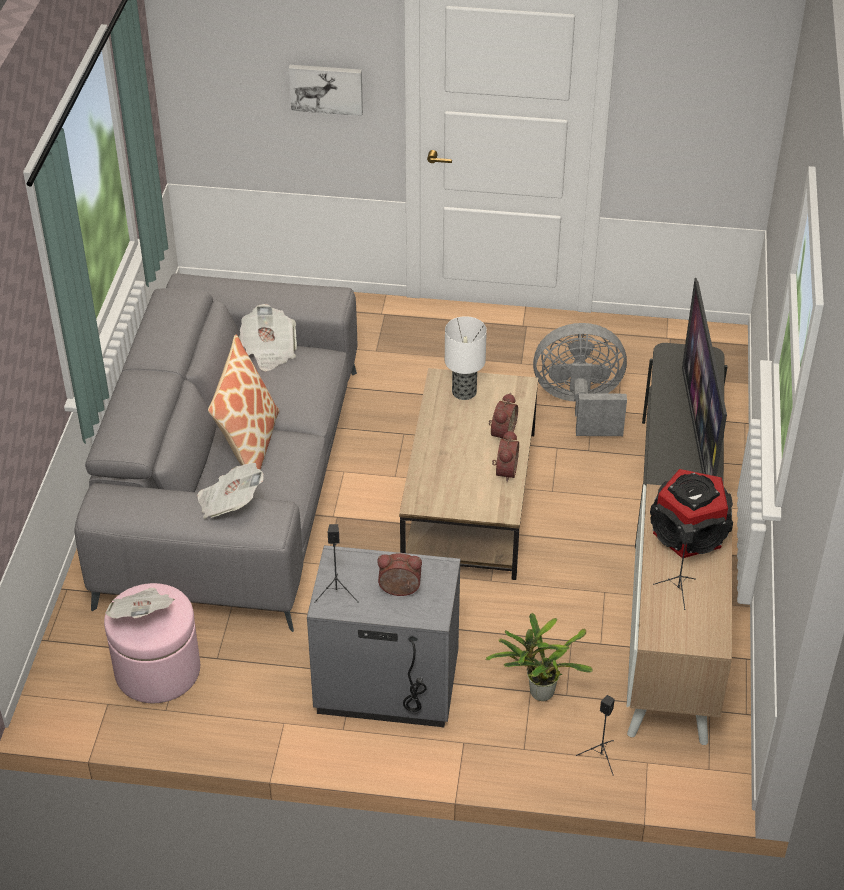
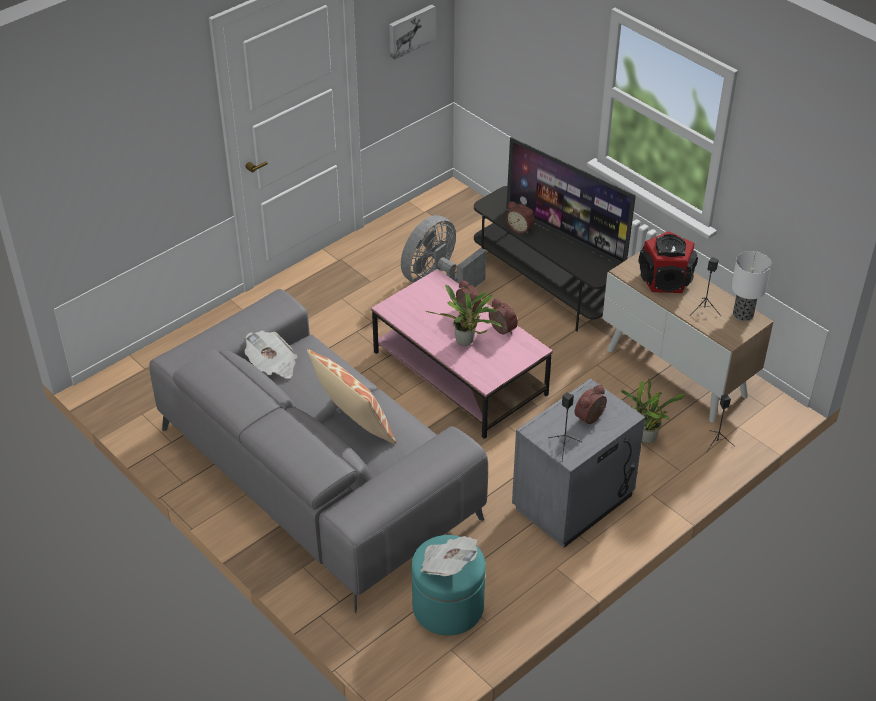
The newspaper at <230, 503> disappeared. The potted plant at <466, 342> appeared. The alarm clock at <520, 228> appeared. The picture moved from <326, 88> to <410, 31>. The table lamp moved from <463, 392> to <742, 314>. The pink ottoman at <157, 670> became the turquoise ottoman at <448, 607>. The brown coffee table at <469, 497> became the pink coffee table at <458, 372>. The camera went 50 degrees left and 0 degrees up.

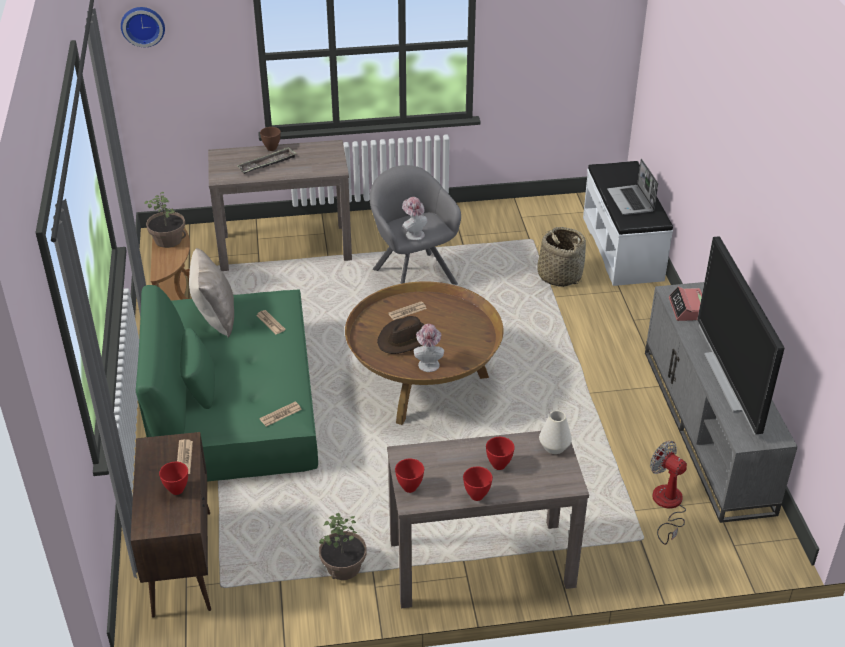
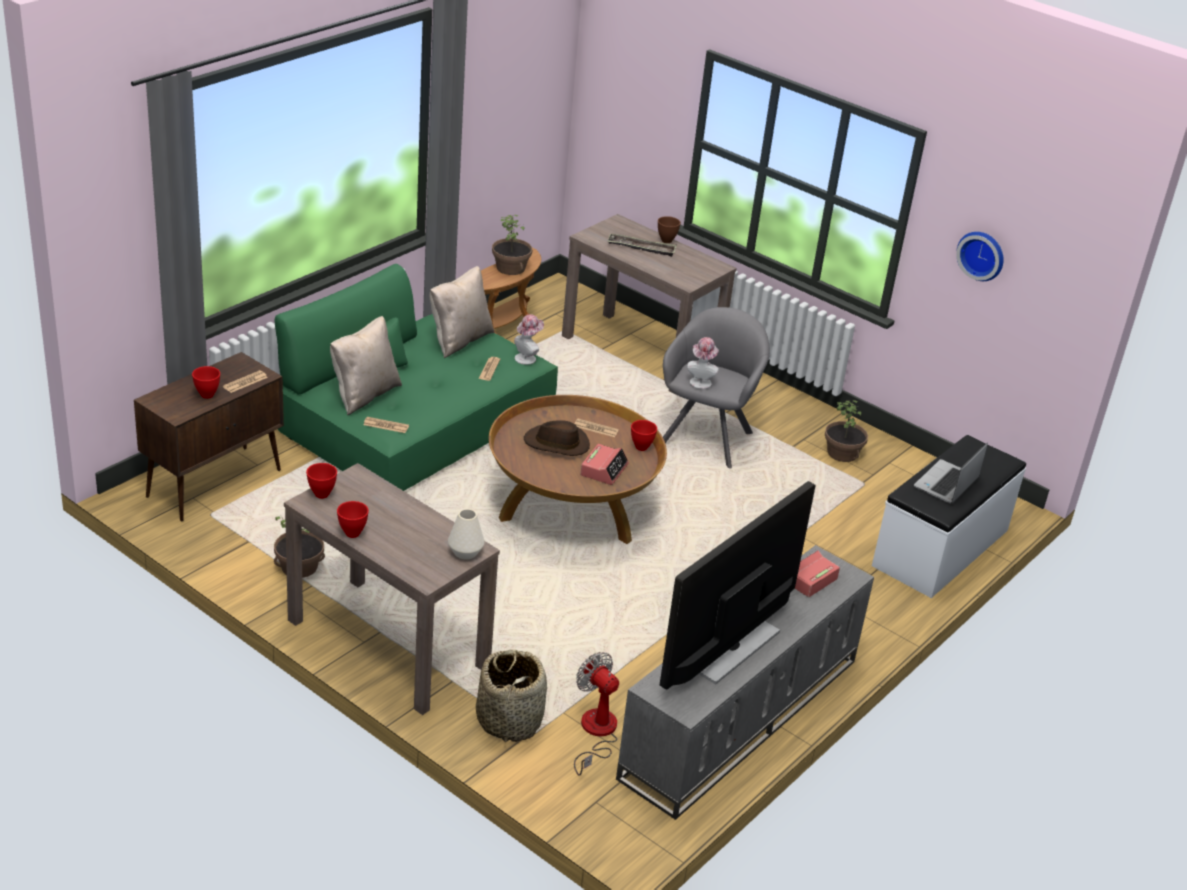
The beige pillow at <364, 395> appeared. The alarm clock at <604, 469> appeared. The potted plant at <842, 453> appeared. The wall clock moved from <143, 25> to <982, 255>. The hat moved from <428, 363> to <527, 357>. The red bowl moved from <499, 465> to <641, 448>. The basket moved from <559, 275> to <509, 720>. The fan at <667, 506> turned 45 degrees counterclockwise. The camera went 45 degrees right and 5 degrees down.

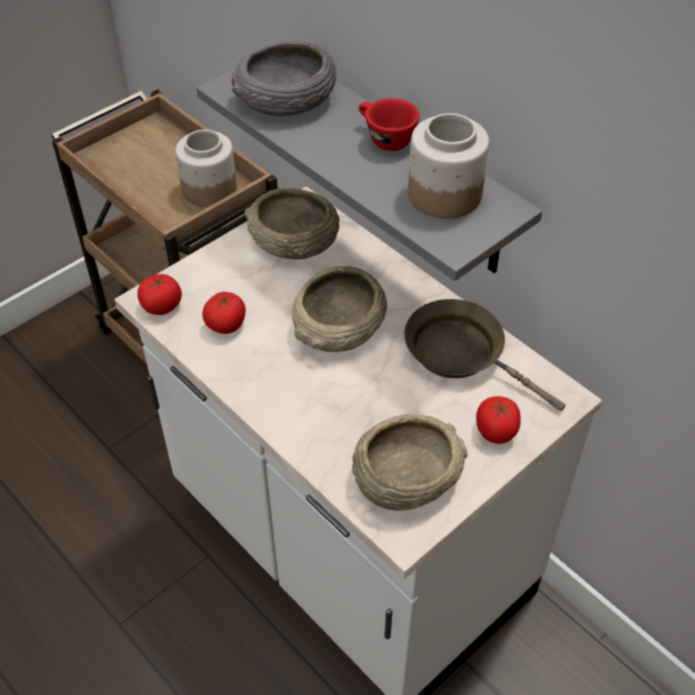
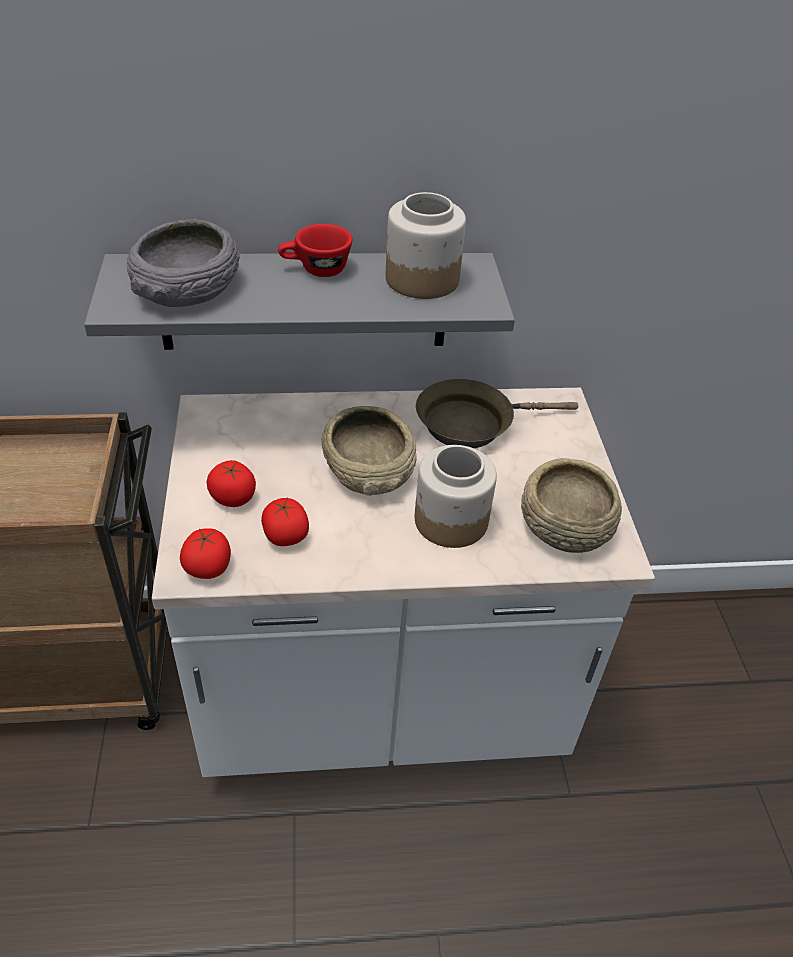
The beige bowl at <293, 240> disappeared. The jar moved from <208, 189> to <450, 521>. The tomato moved from <496, 431> to <233, 497>. The camera went 55 degrees left and 5 degrees down.

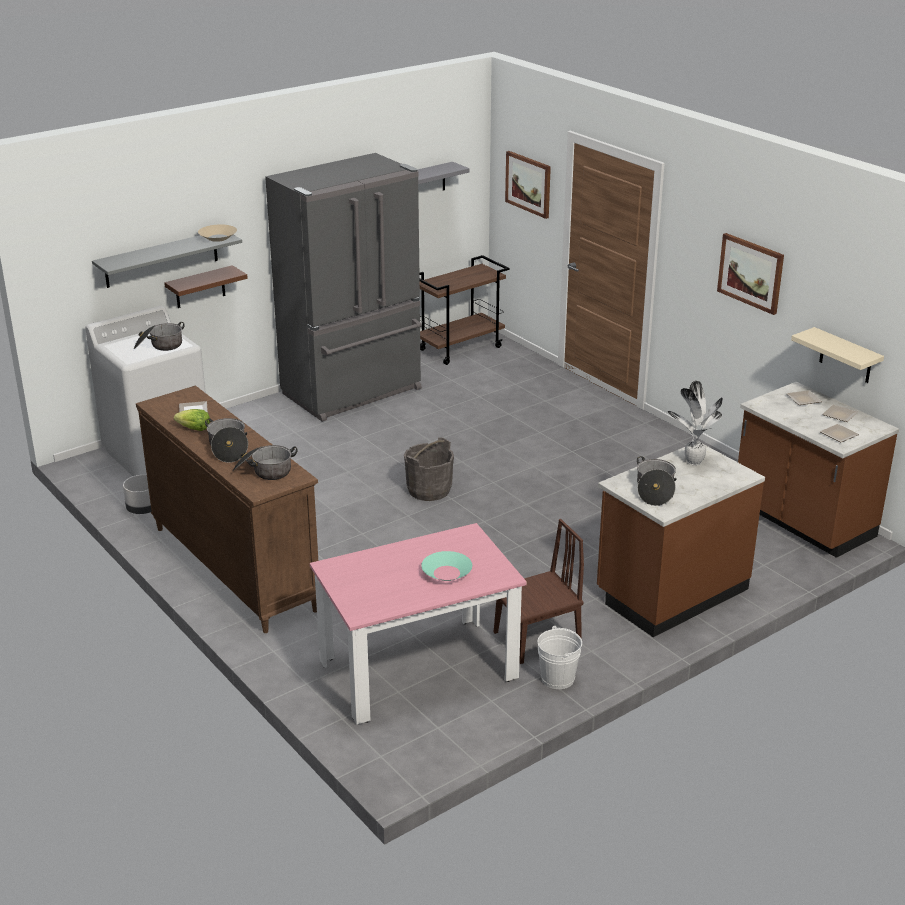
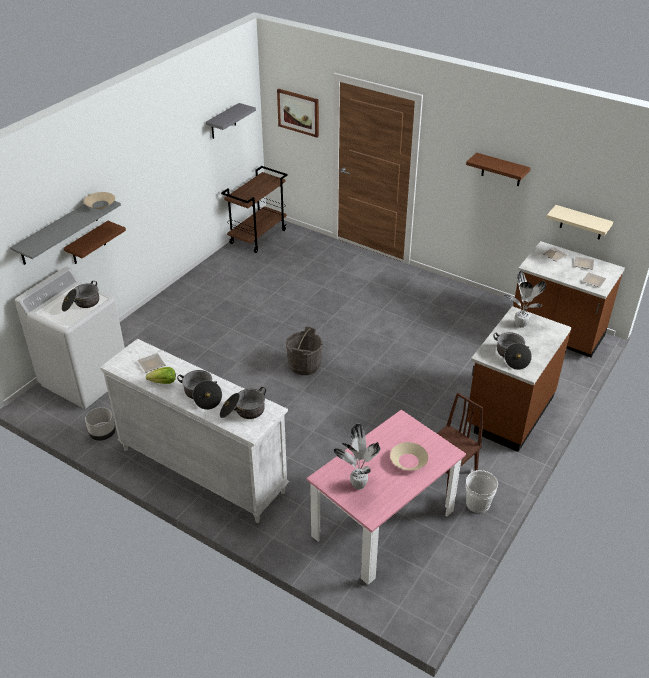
The grey fridge at <354, 392> disappeared. The potted plant at <357, 485> appeared. The picture at <751, 273> was replaced by the brown shelf at <501, 170>. The brown dresser at <233, 567> became the white dresser at <202, 469>. The turquoise bowl at <446, 573> became the beige bowl at <408, 461>. The camera went 20 degrees left and 10 degrees up.

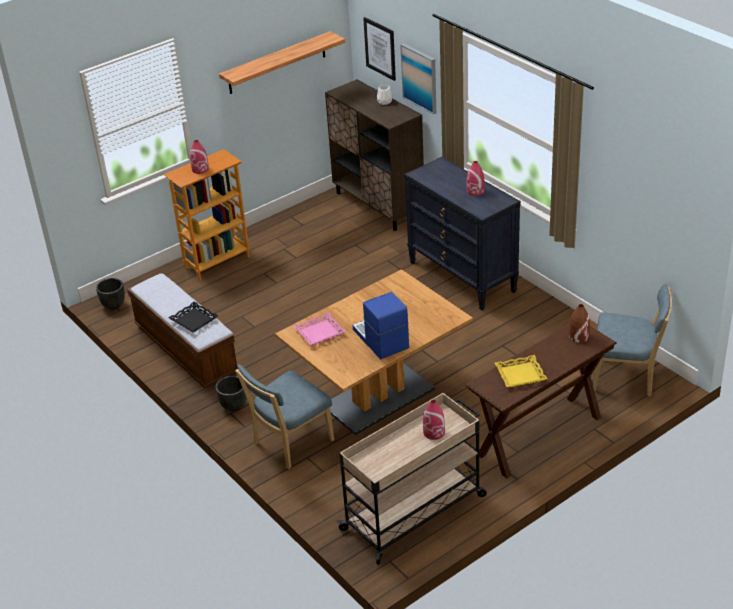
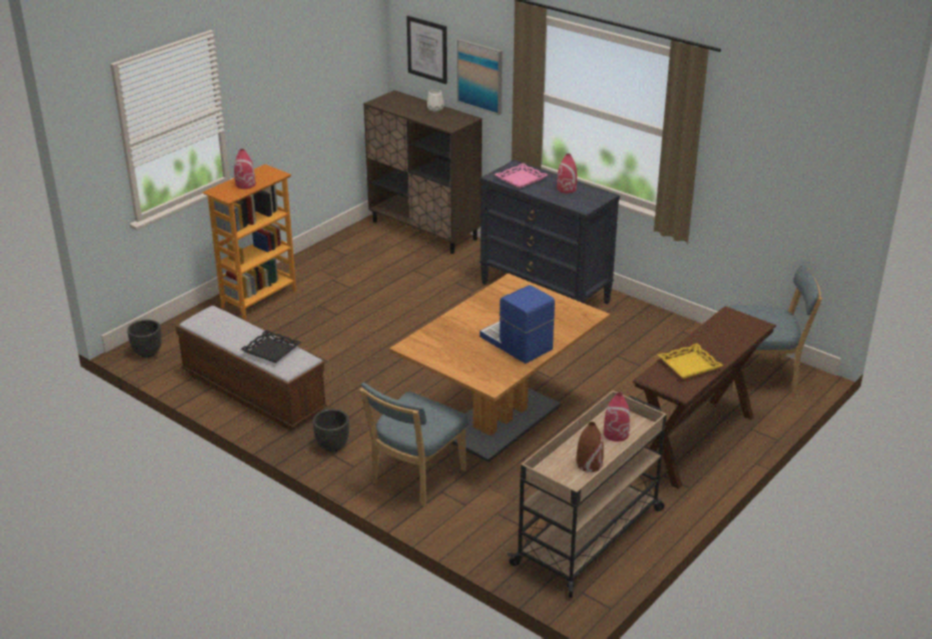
The shelf at <277, 63> disappeared. The pink tray moved from <320, 333> to <521, 179>. The brown vase moved from <578, 336> to <589, 464>. The camera went 15 degrees left and 5 degrees down.

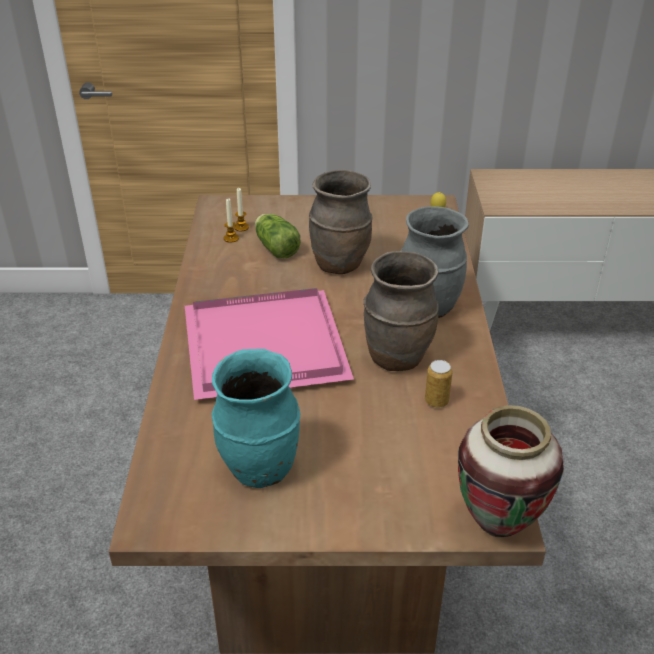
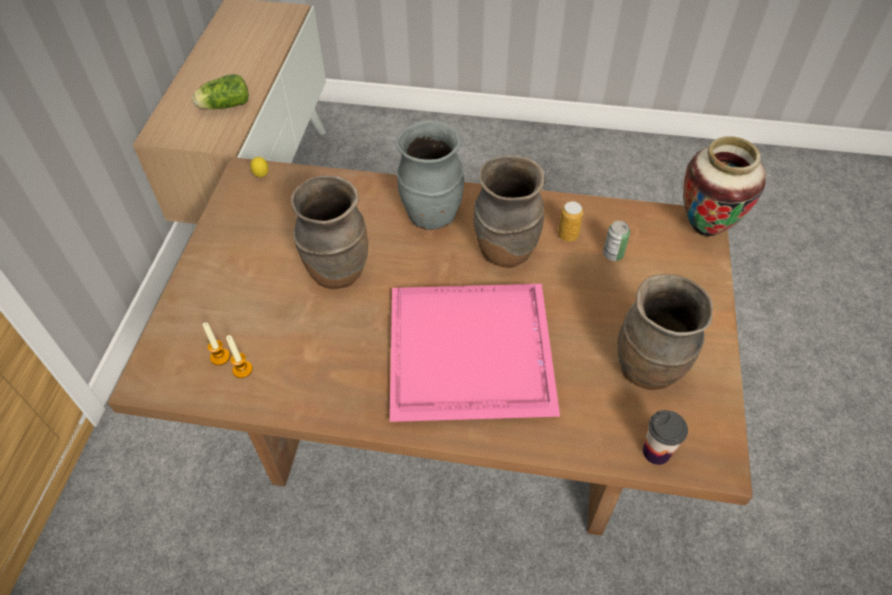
The can at <613, 254> appeared. The cup at <656, 452> appeared. The lettuce moved from <275, 247> to <223, 106>. The turquoise vase at <260, 469> became the brown vase at <648, 370>. The camera went 80 degrees left and 15 degrees up.

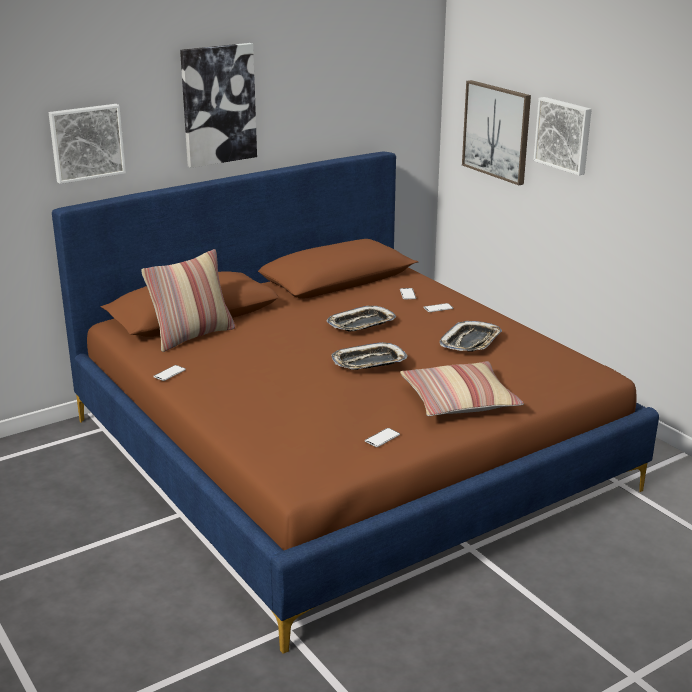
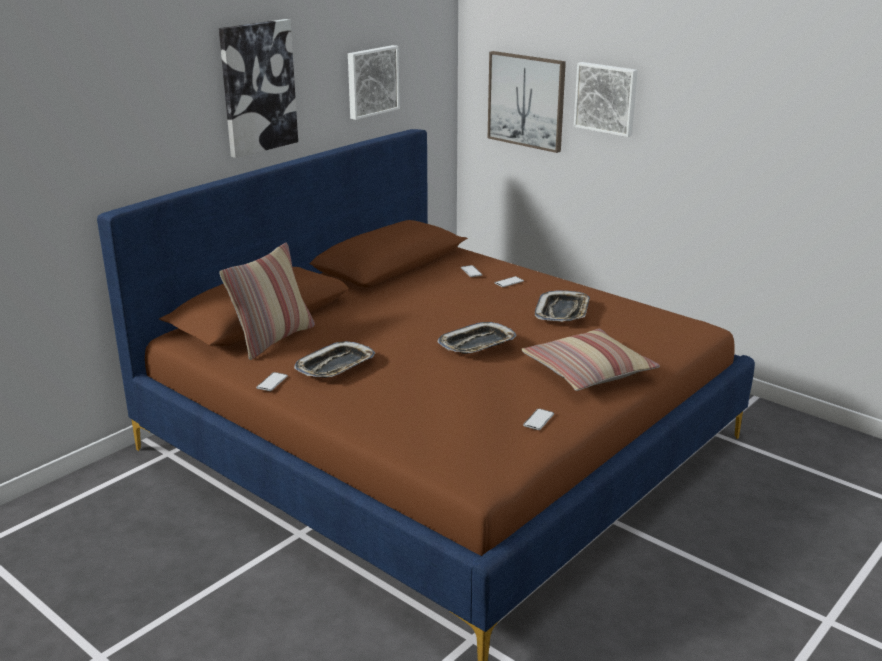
The picture moved from <86, 142> to <371, 81>. The tray moved from <361, 324> to <335, 366>. The camera went 15 degrees left and 0 degrees up.

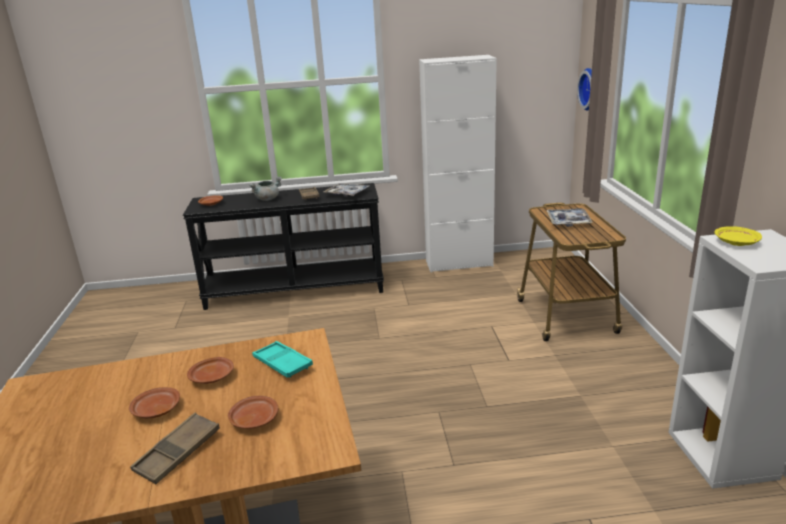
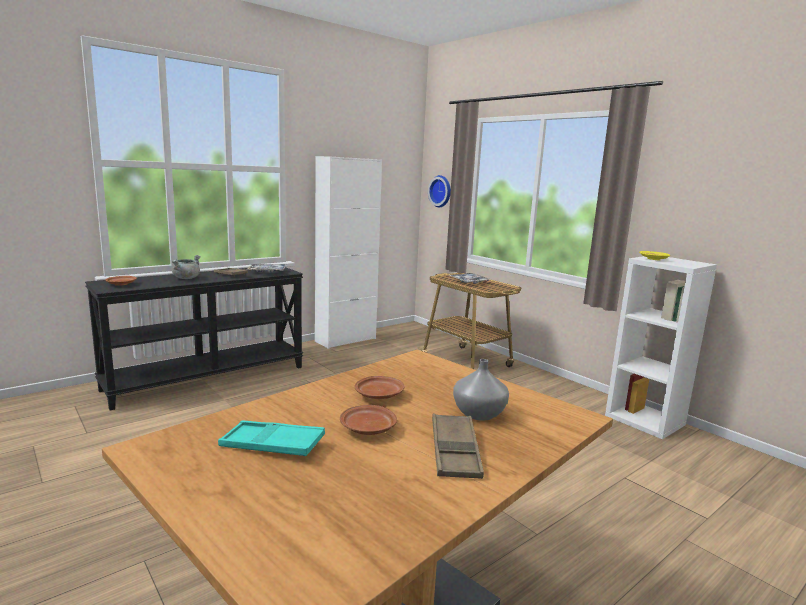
The turquoise tray moved from <282, 363> to <272, 445>. The brown plate at <254, 419> was replaced by the grey vase at <478, 413>. The camera went 35 degrees left and 10 degrees down.

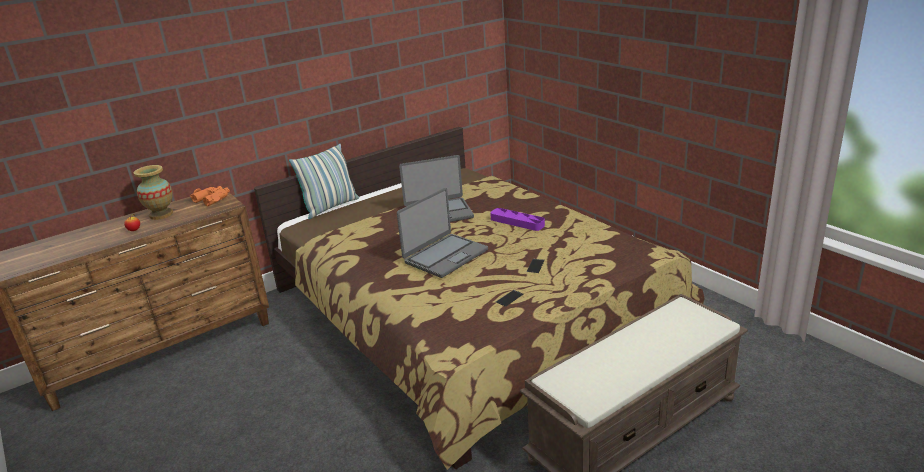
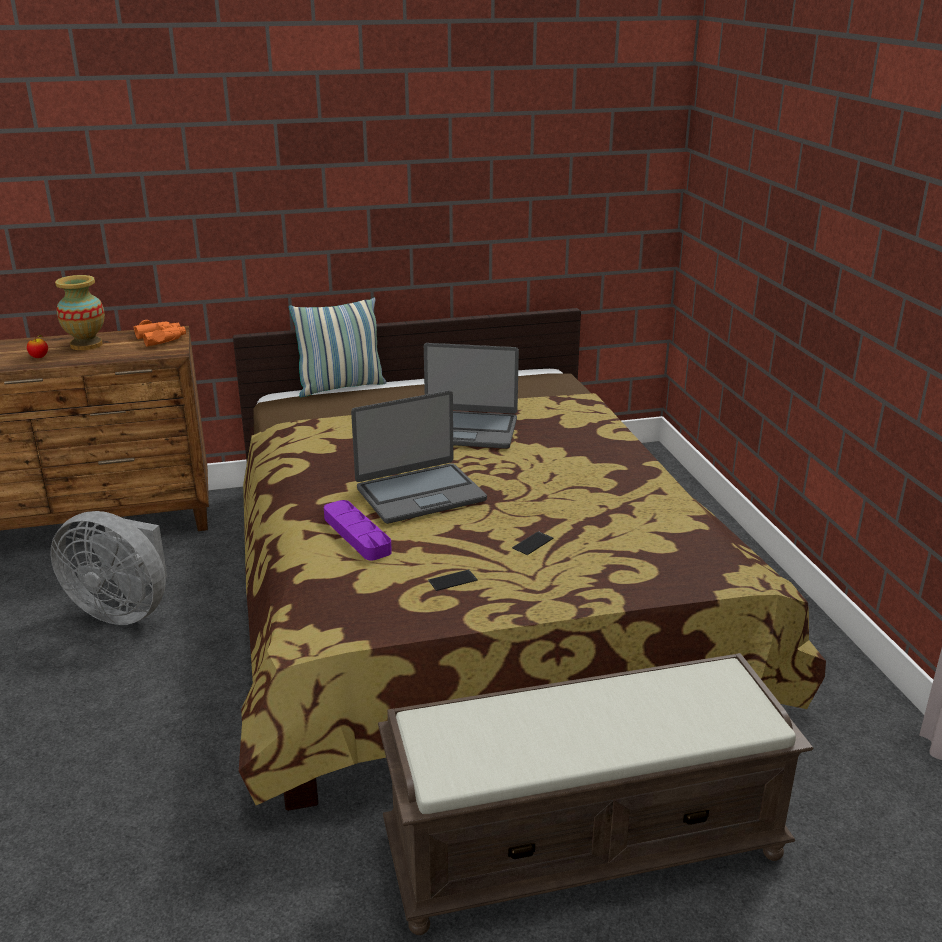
The grey fan at <123, 610> appeared. The purple tray moved from <517, 222> to <357, 535>. The camera went 20 degrees right and 0 degrees up.

